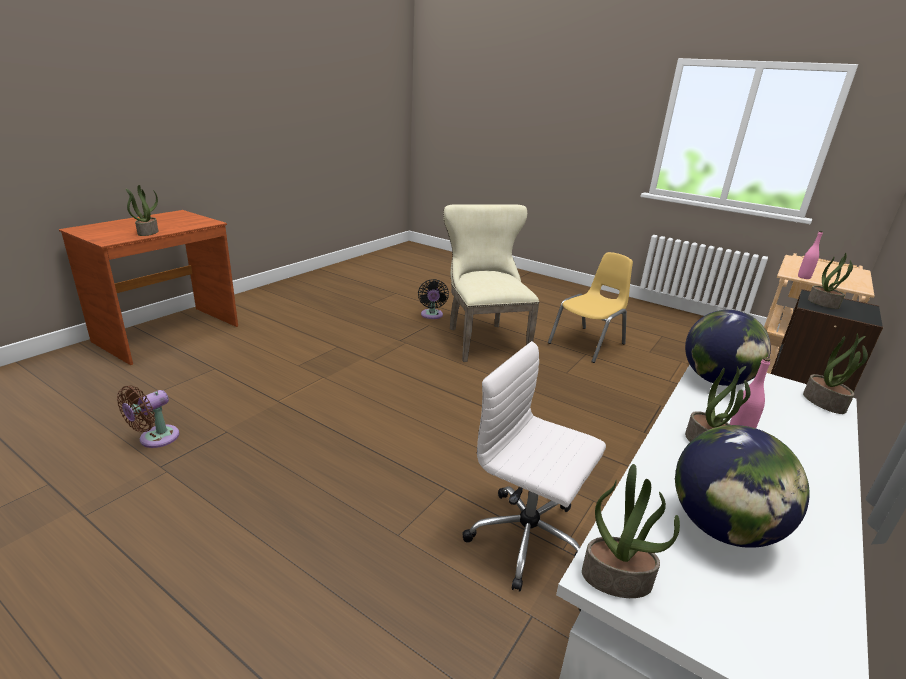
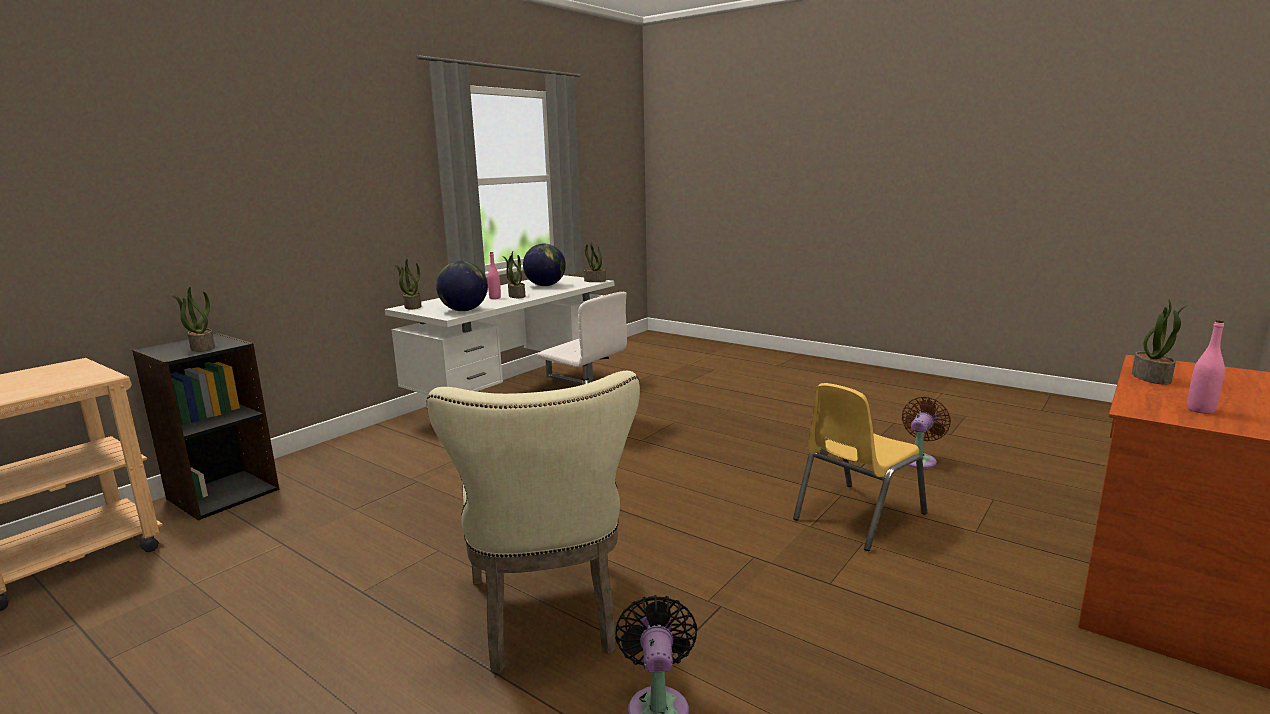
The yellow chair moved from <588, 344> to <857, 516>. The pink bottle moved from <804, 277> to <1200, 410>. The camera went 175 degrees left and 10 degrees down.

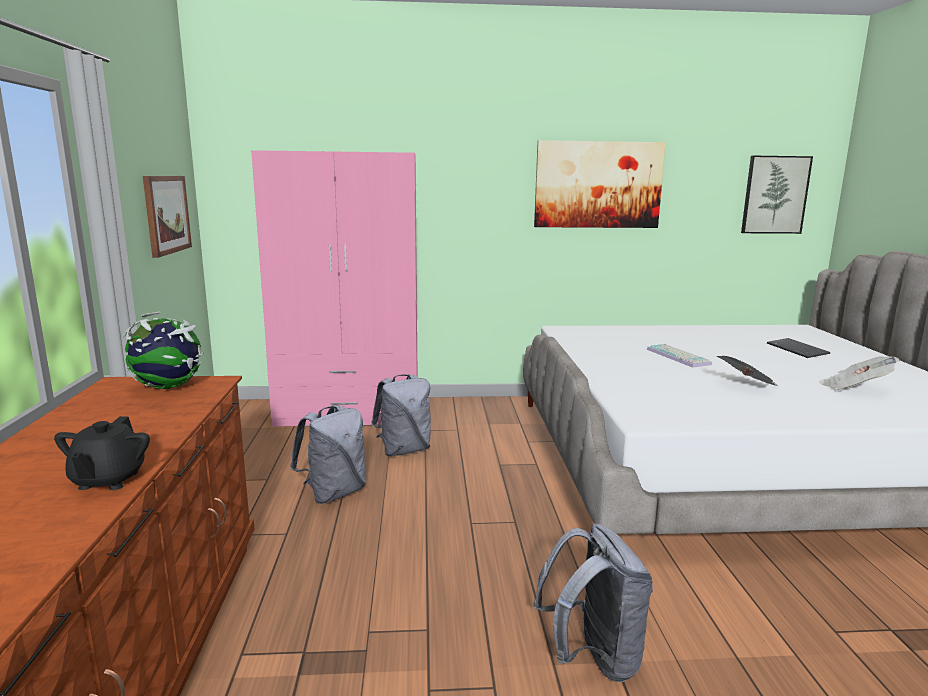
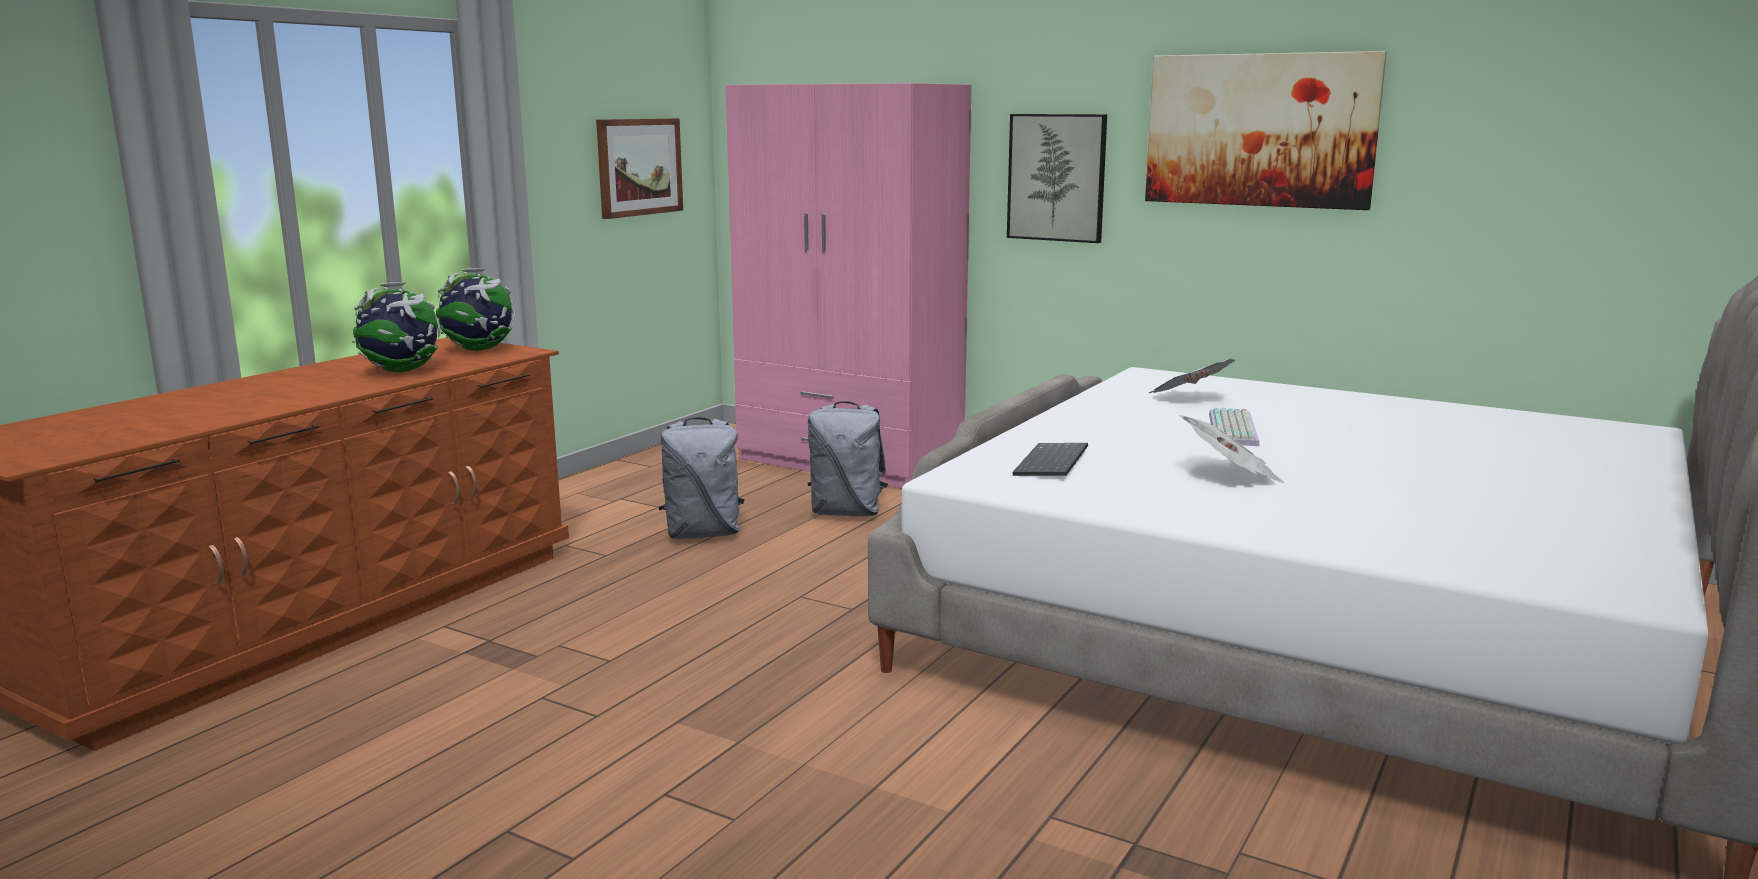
The black teapot at <108, 480> disappeared. The grey backpack at <593, 657> disappeared. The globe at <401, 371> appeared. The picture moved from <775, 195> to <1057, 177>. The keyboard moved from <798, 349> to <1053, 463>. The newspaper moved from <854, 388> to <1189, 398>. The camera went 35 degrees right and 0 degrees up.

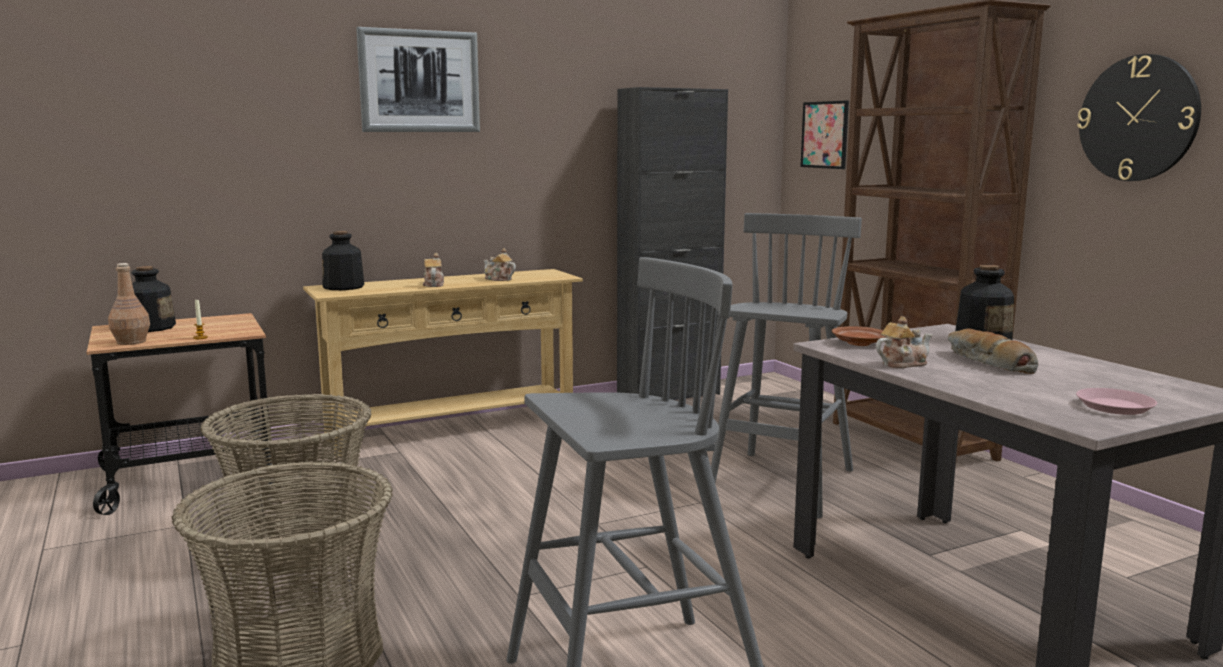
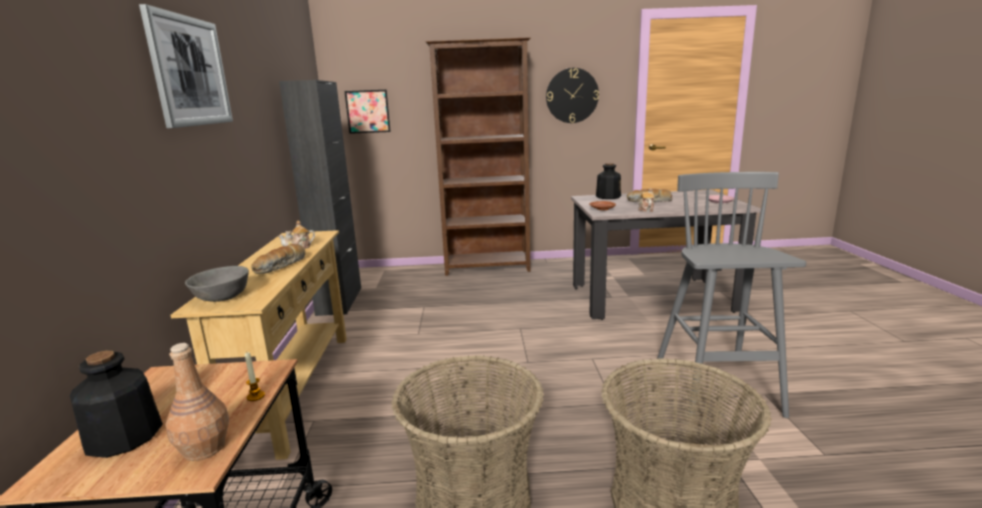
The grey stool at <781, 485> disappeared. The bottle at <344, 287> was replaced by the grey bowl at <222, 297>. The teapot at <433, 284> was replaced by the bread at <281, 266>. The camera went 65 degrees left and 5 degrees up.

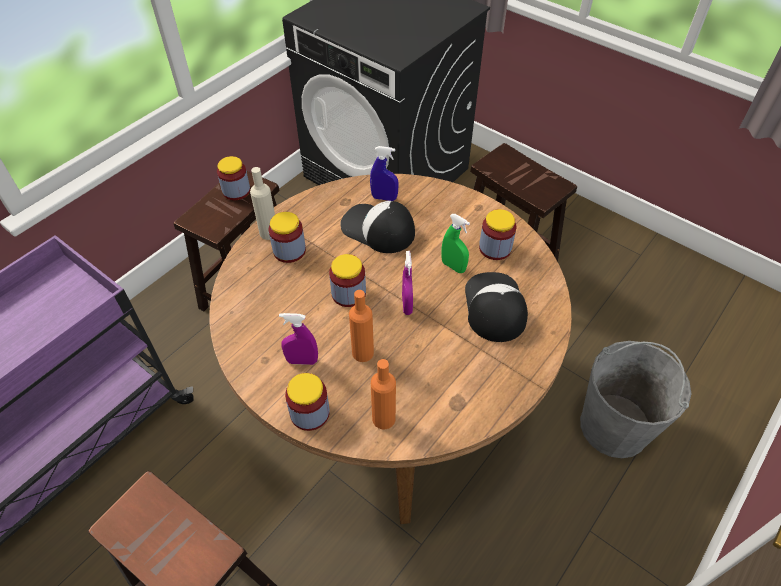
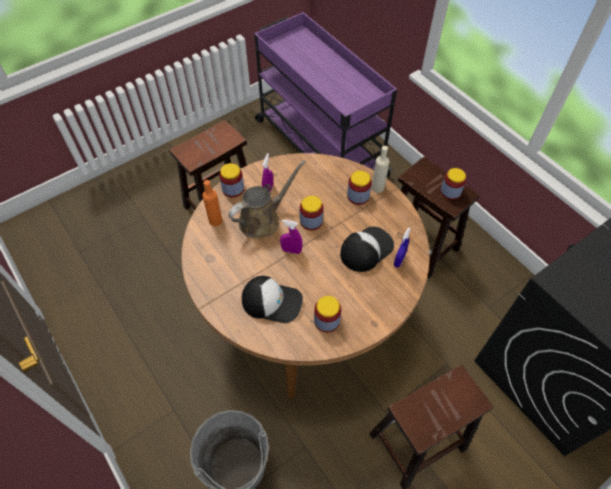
The green spray bottle at <453, 266> disappeared. The orange bottle at <362, 352> was replaced by the brown watering can at <263, 219>. The camera went 105 degrees right and 5 degrees up.

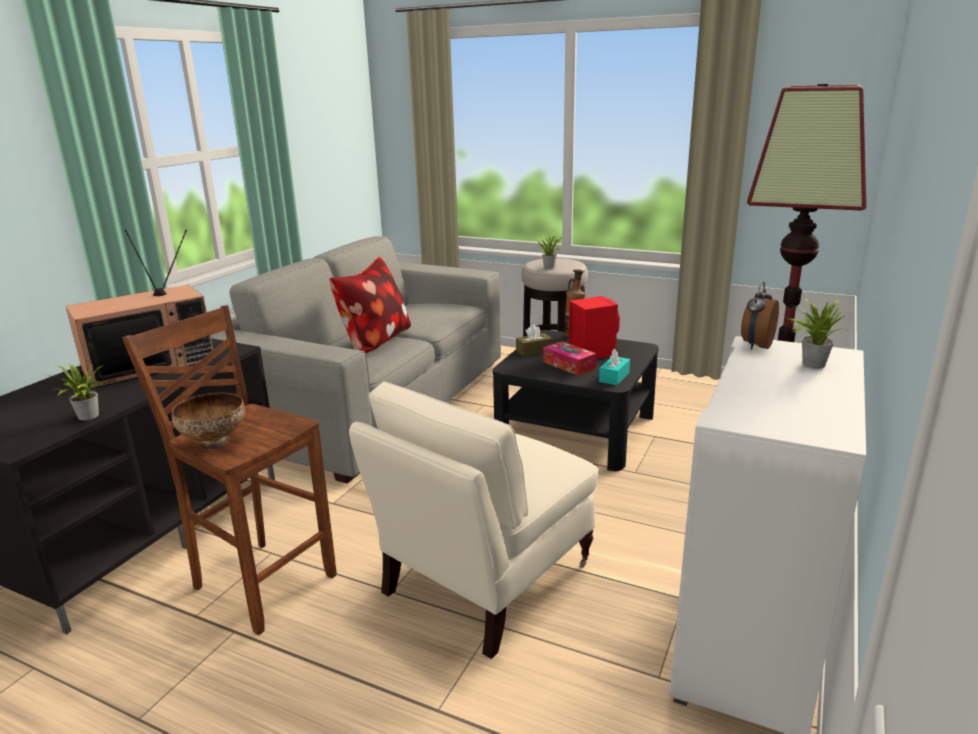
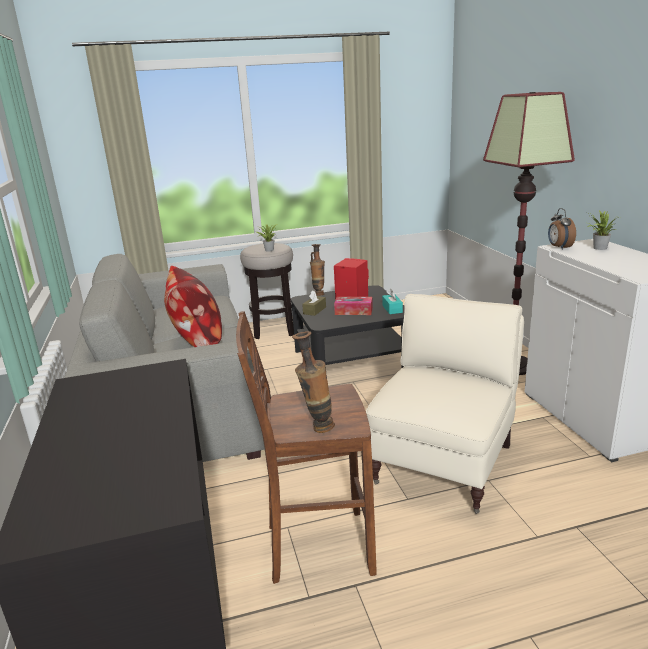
The potted plant at <86, 417> disappeared. The television at <151, 364> disappeared. The bowl at <214, 443> was replaced by the vase at <317, 427>. The beige armchair at <484, 580> turned 150 degrees counterclockwise. The camera went 40 degrees left and 0 degrees up.

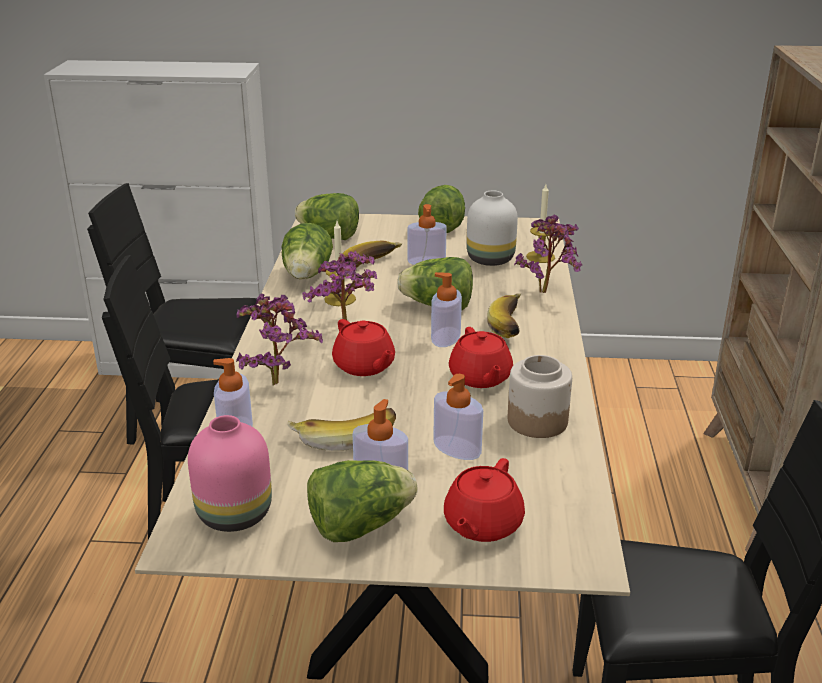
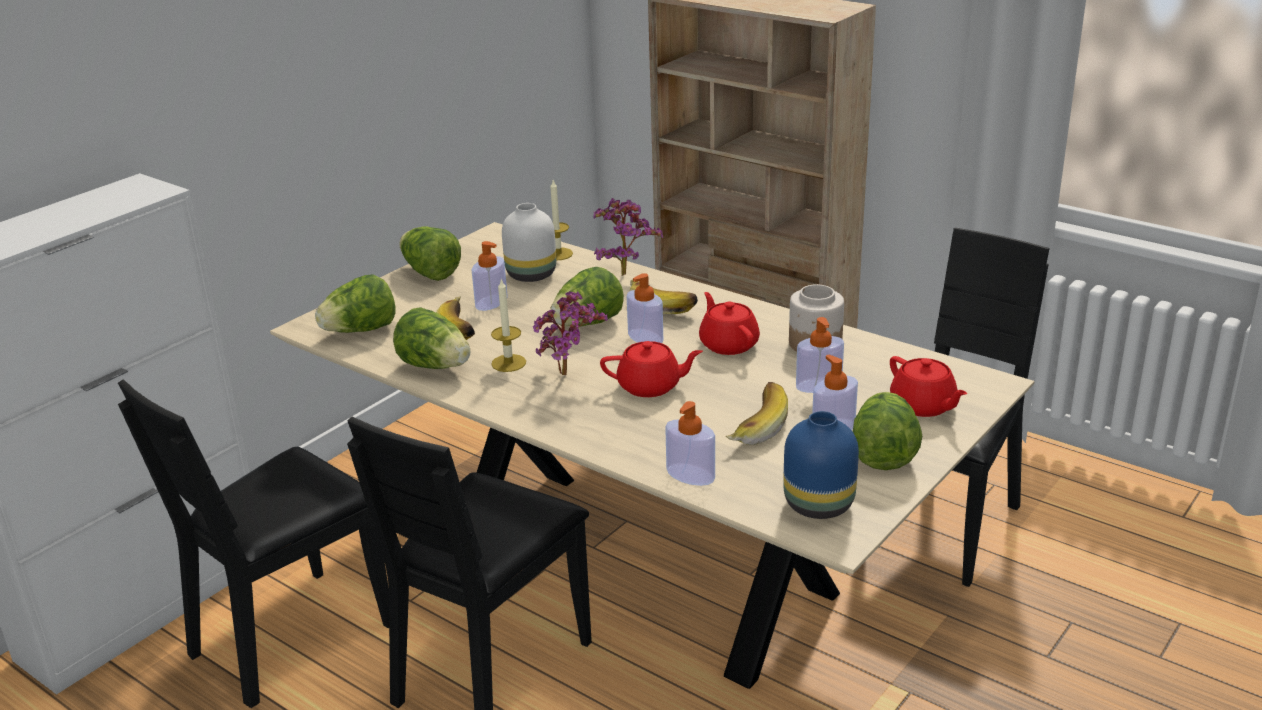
The potted plant at <276, 380> disappeared. The pink vase at <237, 514> became the blue vase at <819, 503>. The red teapot at <480, 378> turned 135 degrees counterclockwise. The camera went 55 degrees left and 0 degrees up.

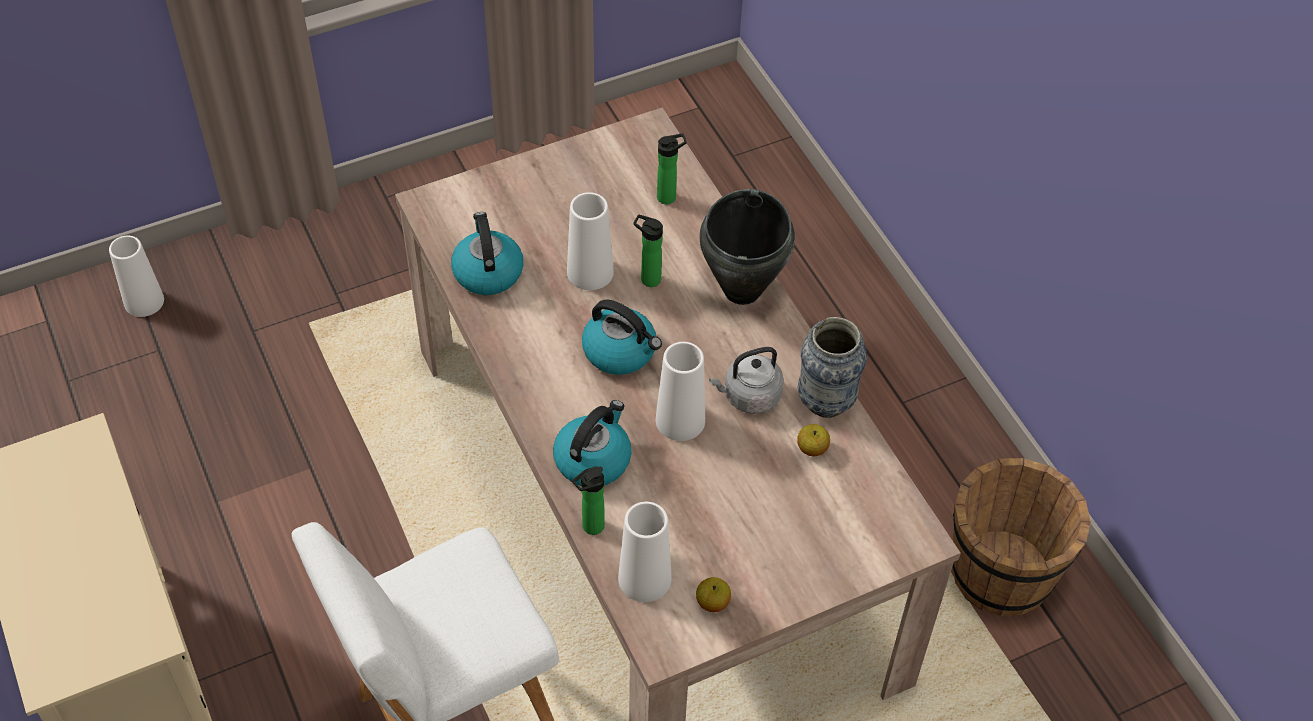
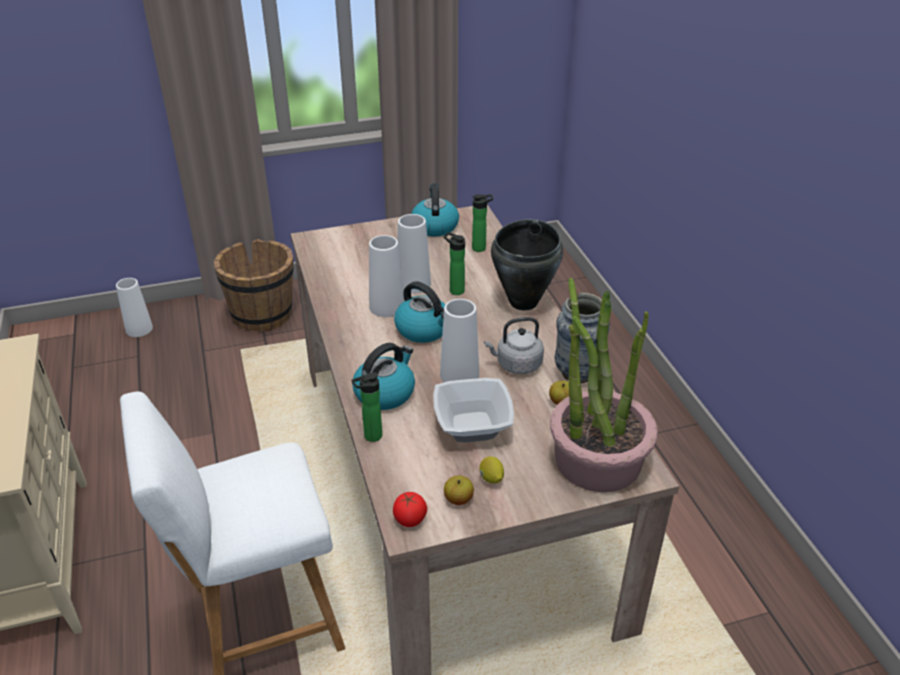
The tomato at <410, 519> appeared. The bowl at <472, 425> appeared. The lemon at <491, 479> appeared. The potted plant at <597, 459> appeared. The kettle moved from <487, 272> to <434, 226>. The white vase moved from <644, 578> to <387, 306>. The brown bucket moved from <1001, 572> to <262, 314>. The camera went 10 degrees right and 15 degrees down.

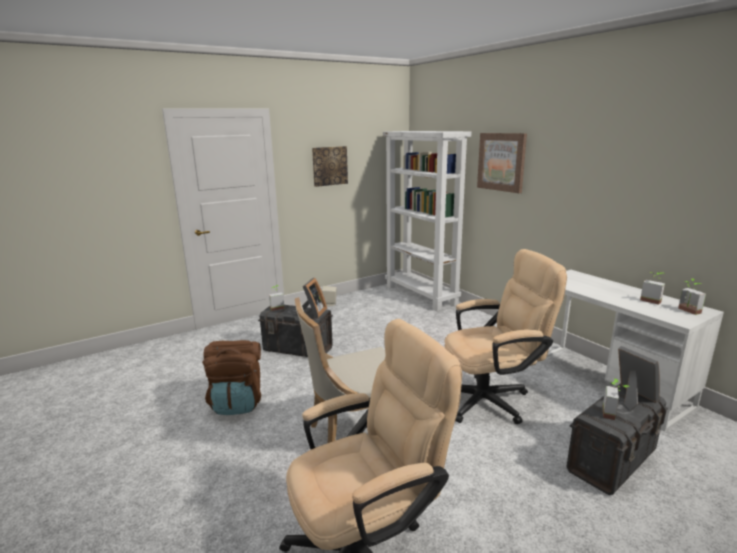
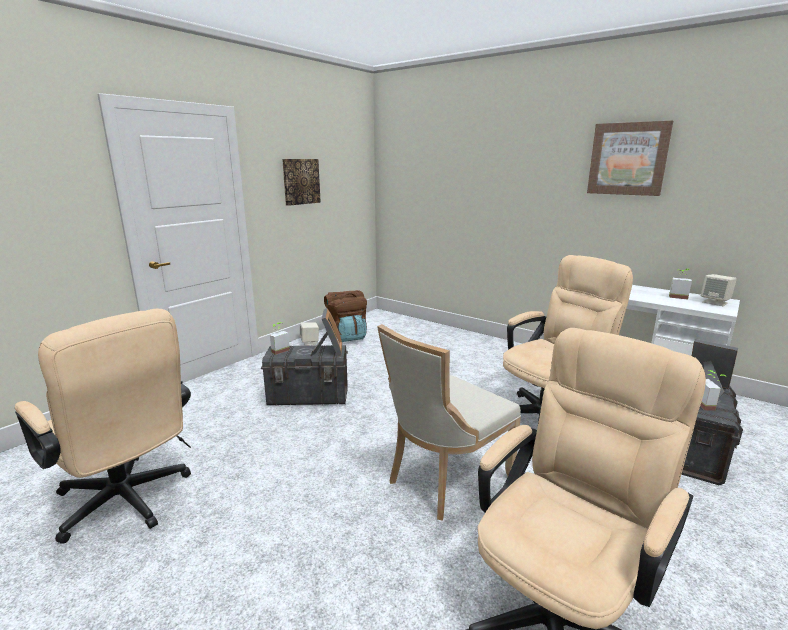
The white bookcase at <421, 295> disappeared. The beige office chair at <128, 503> appeared. The brown backpack moved from <237, 402> to <347, 337>. The picture moved from <501, 162> to <628, 159>. The potted plant at <686, 311> was replaced by the beige speaker at <715, 302>. The camera went 20 degrees left and 0 degrees up.

